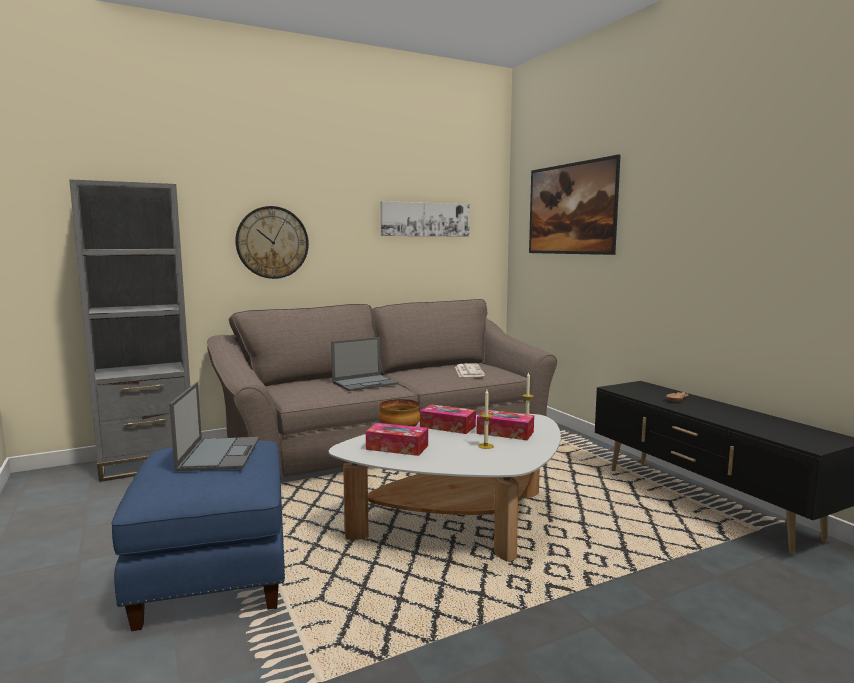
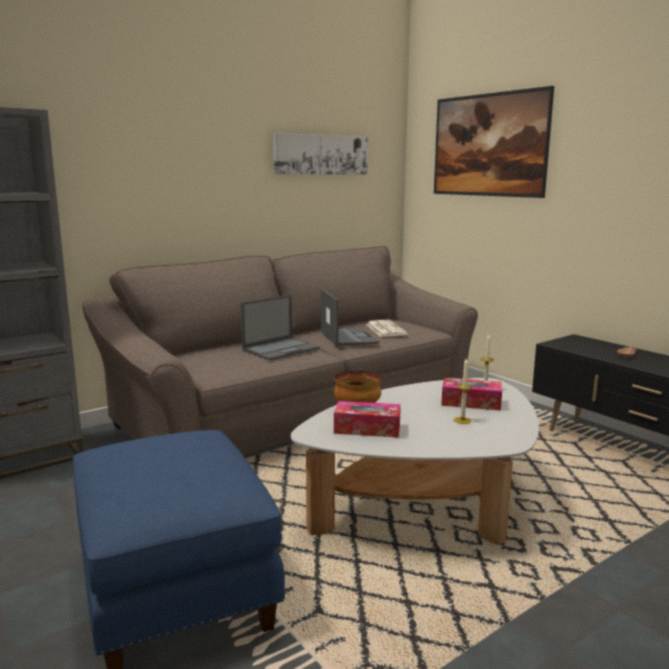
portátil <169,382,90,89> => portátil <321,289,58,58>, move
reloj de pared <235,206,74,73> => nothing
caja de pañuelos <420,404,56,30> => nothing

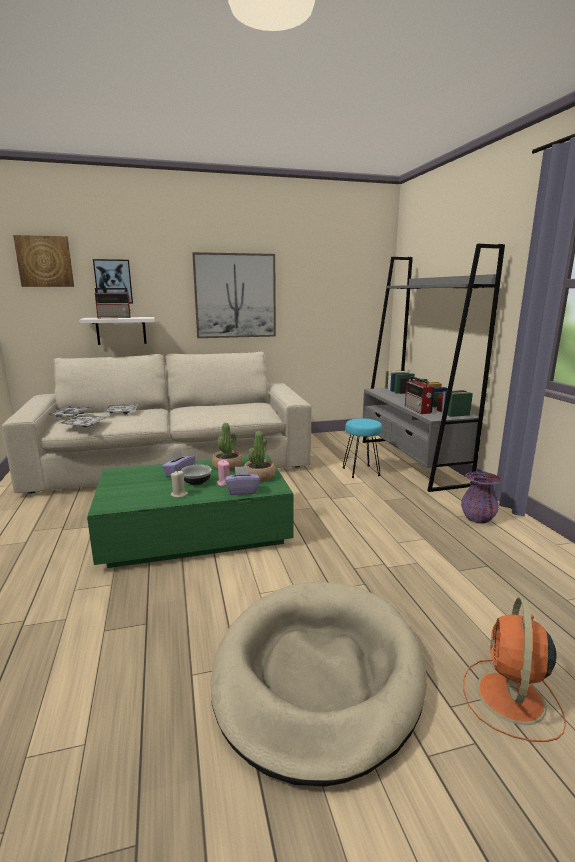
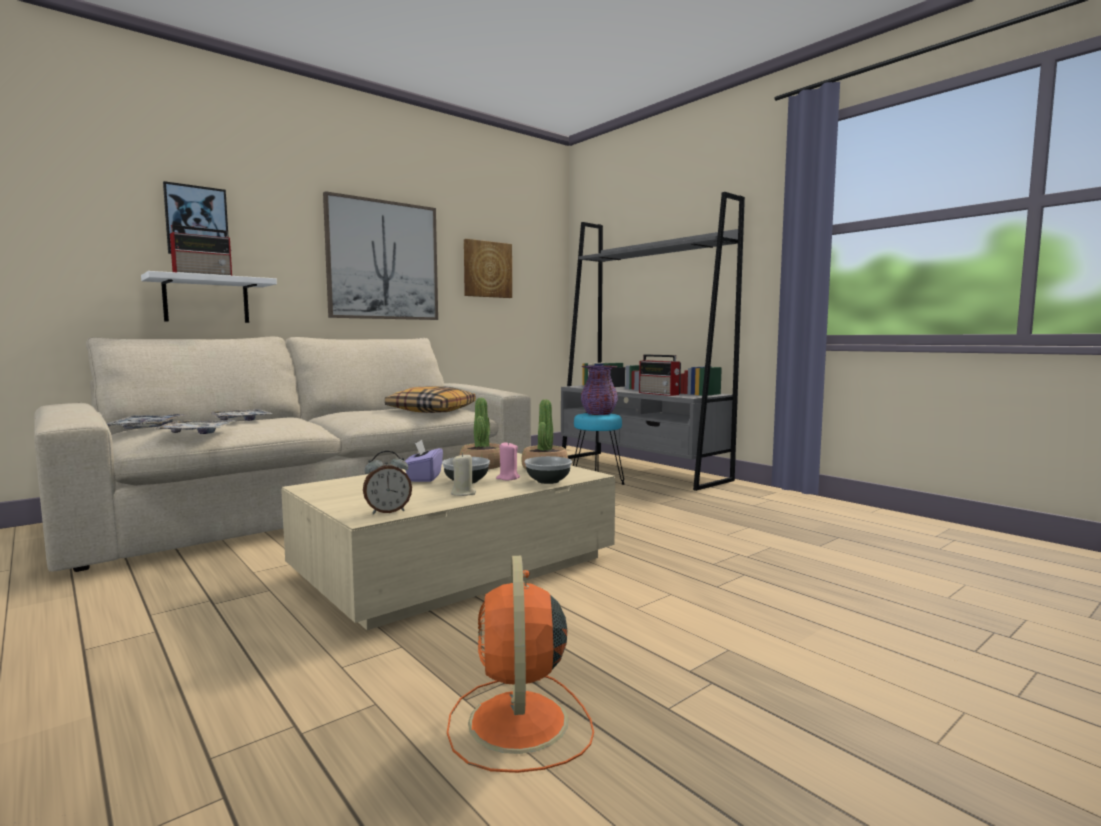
cuadro <13,235,61,52> => cuadro <464,239,48,59>, move
mesa de centro/verde <87,455,207,113> => mesa de centro/beis <281,453,334,177>
cama para perro/beis <211,582,216,205> => nothing
caja de pañuelos/morado <226,466,34,29> => cuenco <524,456,48,28>
florero/morado <461,471,41,52> => florero/morado <581,365,37,50>, move
ventilador/naranja <463,598,103,144> => ventilador/naranja <447,556,147,217>, move
nothing => despertador <363,451,49,63>
nothing => cojín <385,386,90,27>

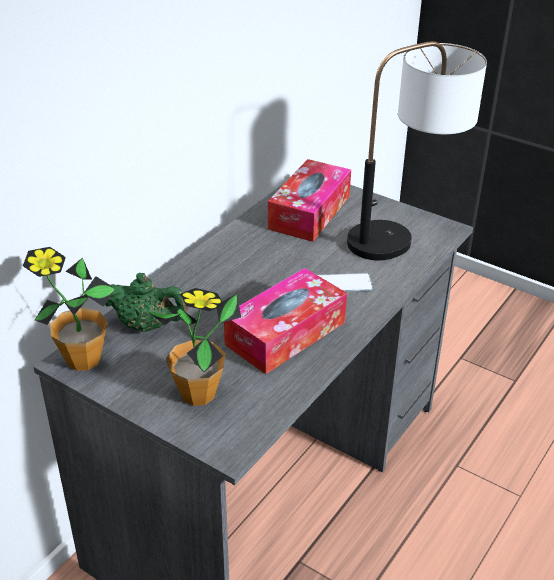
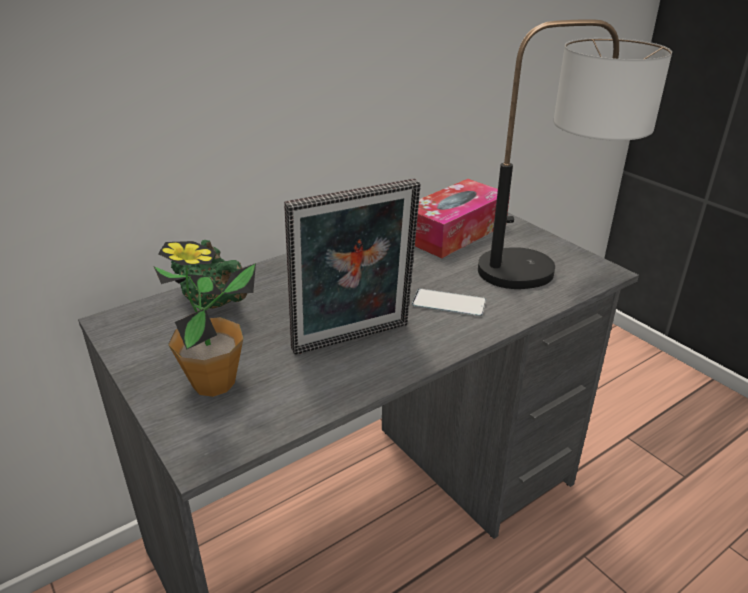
planta en maceta <23,247,93,124> => nothing
caja de pañuelos <224,268,123,106> => portarretratos <284,178,137,177>

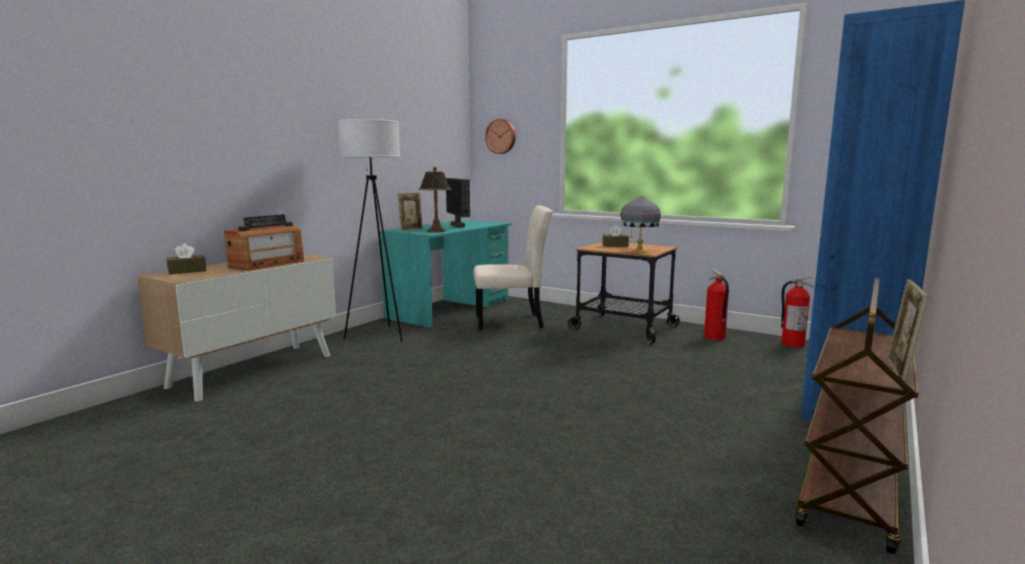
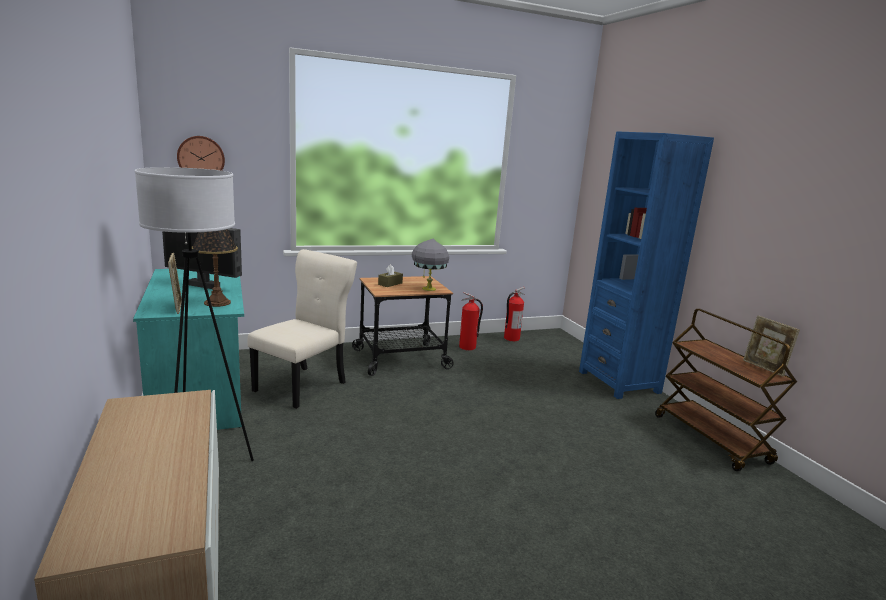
caja de pañuelos/marrón <167,244,39,30> => nothing
radio <224,214,80,57> => nothing

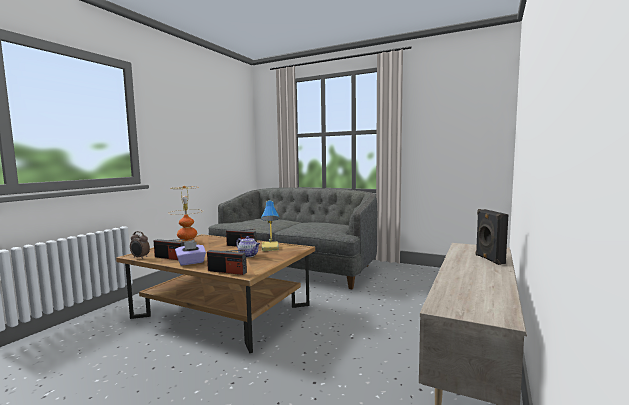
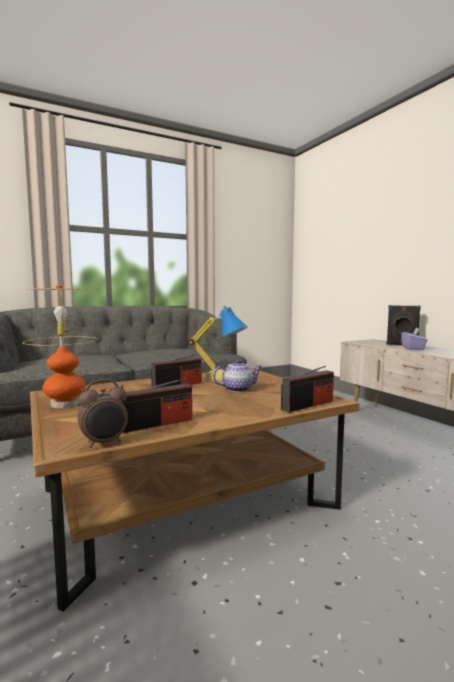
caja de pañuelos/morado <175,242,31,24> => caja de pañuelos/morado <401,328,27,22>, move

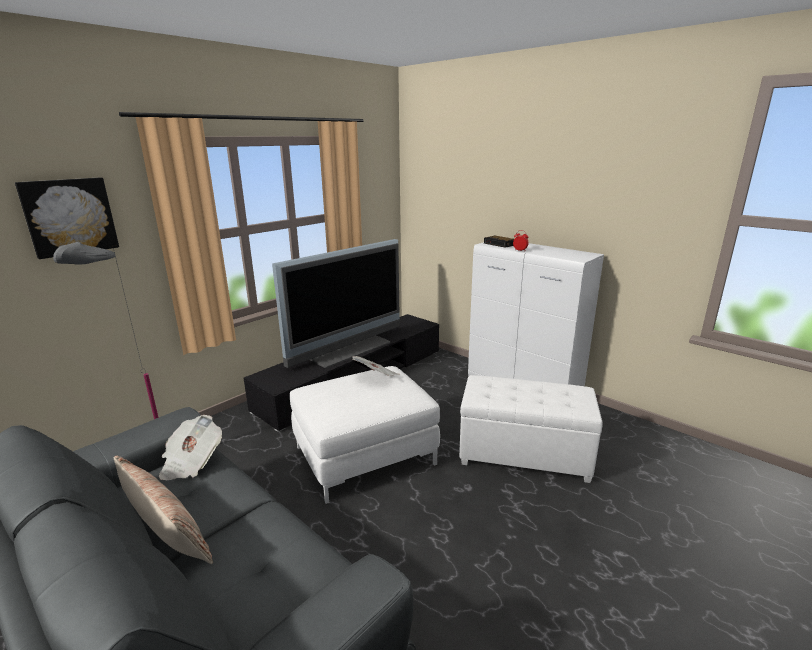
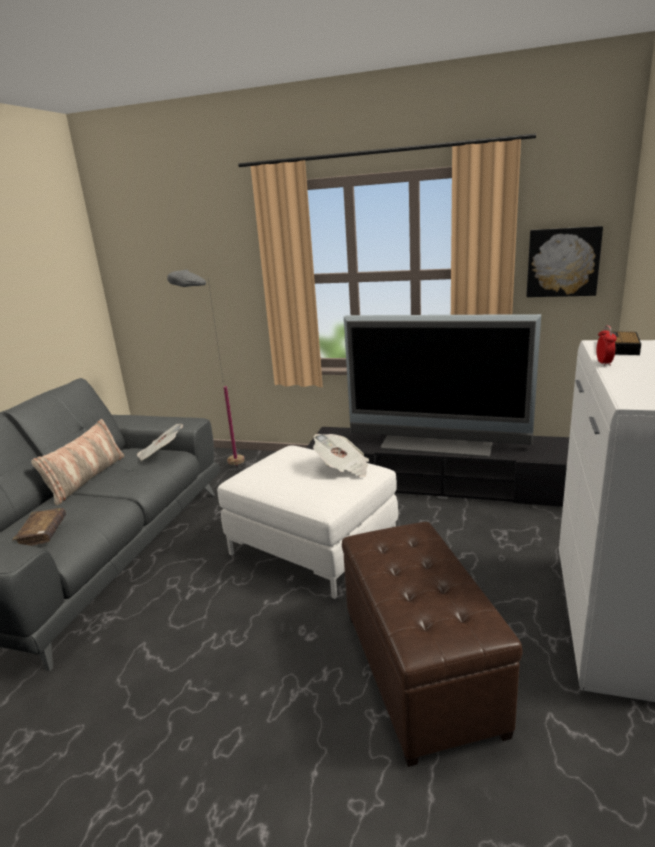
cuadro <15,177,104,82> => cuadro <526,226,77,71>, move
puf/blanco <459,375,144,108> => puf/marrón <342,522,180,245>
nothing => libro/marrón <12,508,54,38>

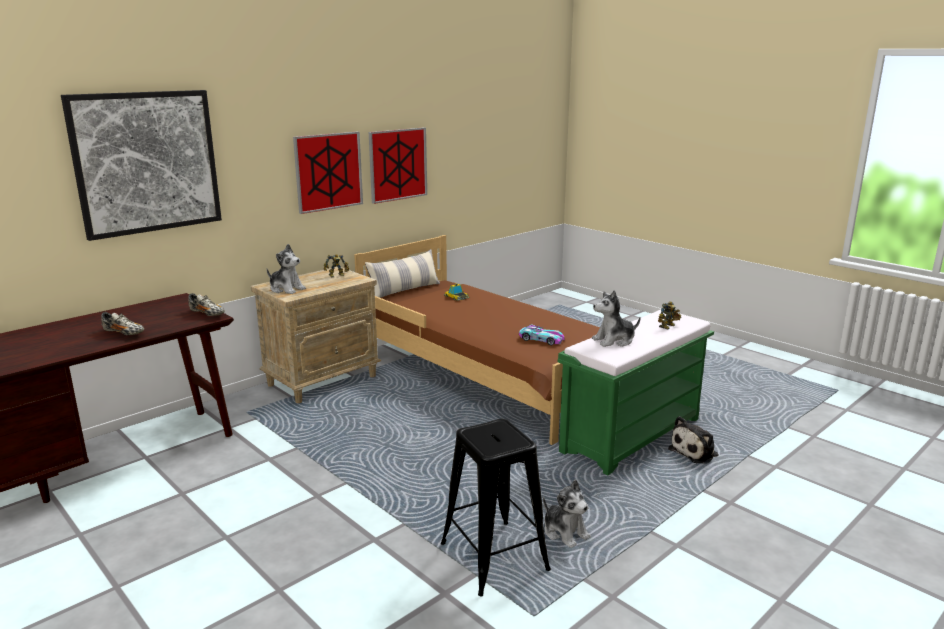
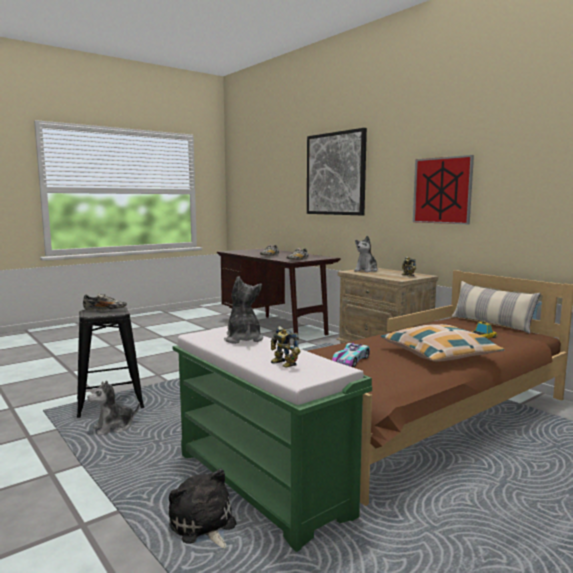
cuadro <369,127,58,77> => nothing
nothing => zapato <83,293,44,17>
nothing => cojín <380,324,125,38>

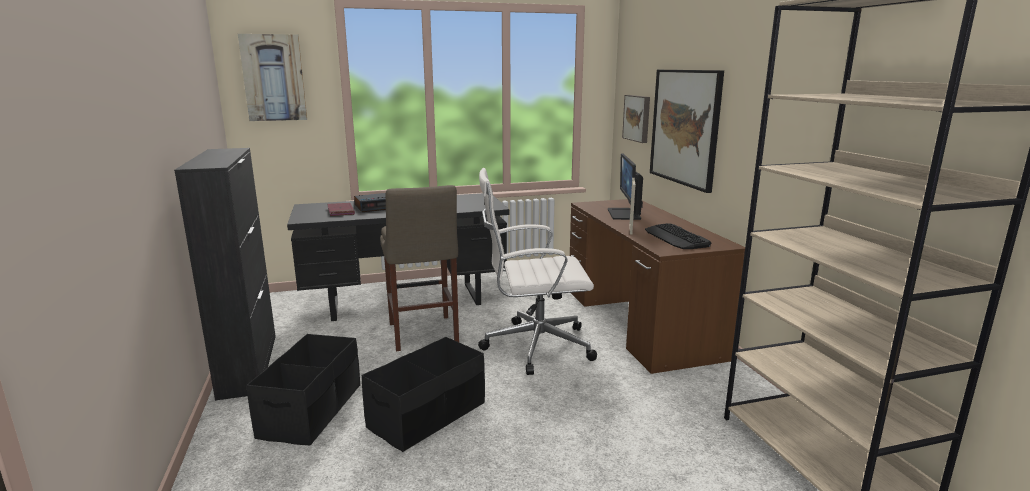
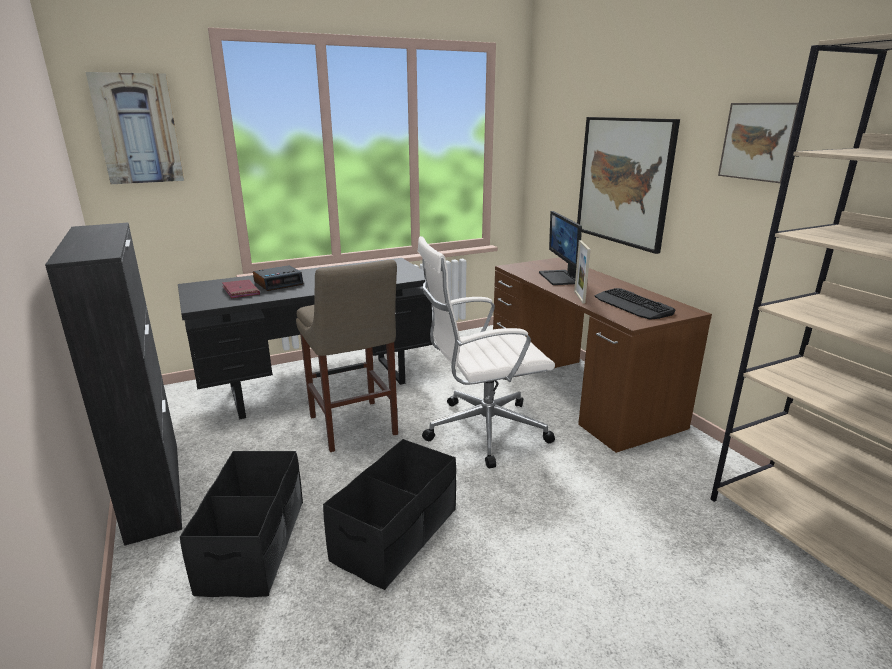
cuadro <622,95,28,48> => cuadro <718,103,81,80>, move

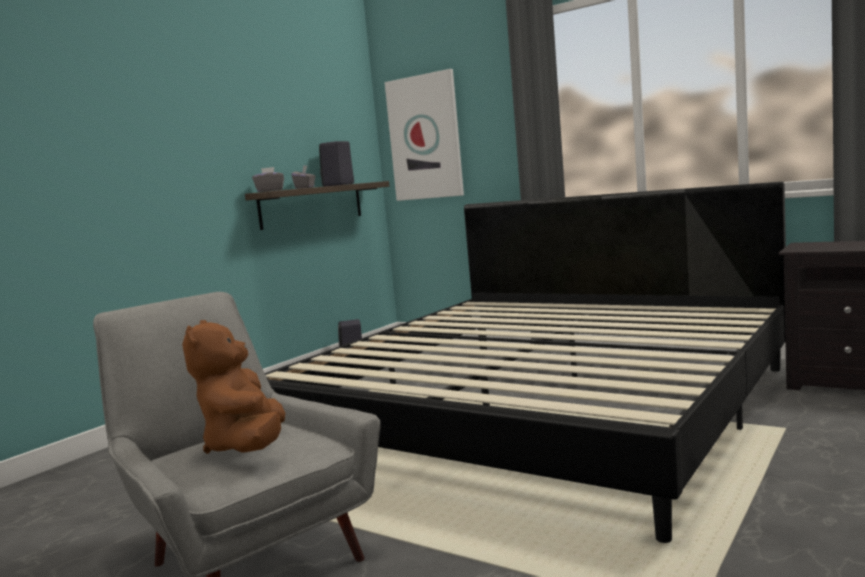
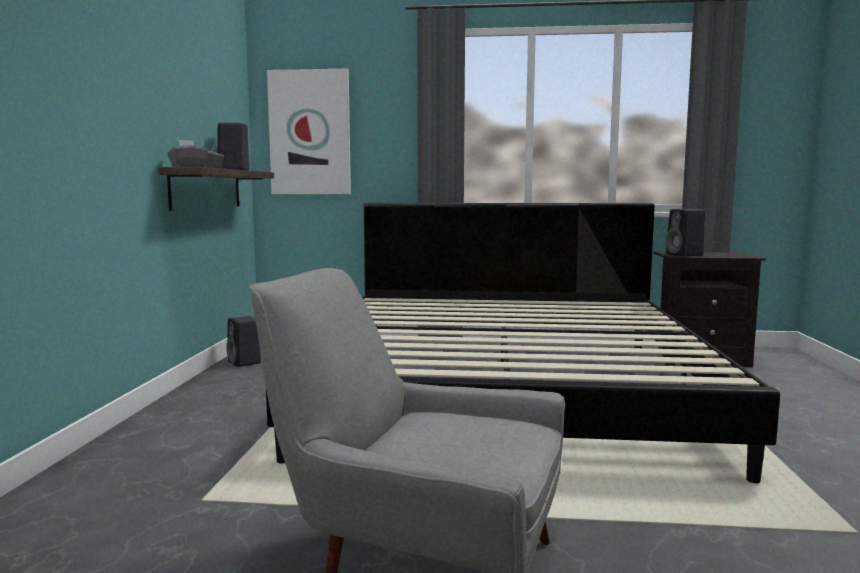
peluche/marrón <182,320,103,134> => nothing
nothing => altavoz/negro <666,209,39,47>

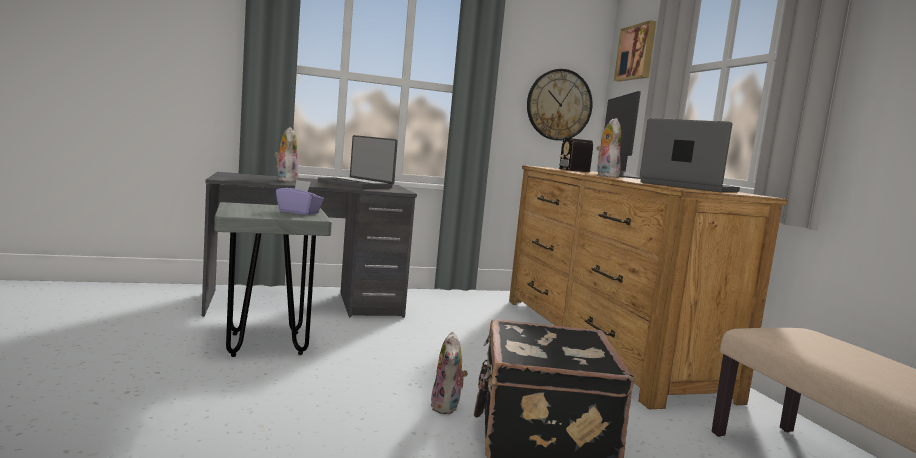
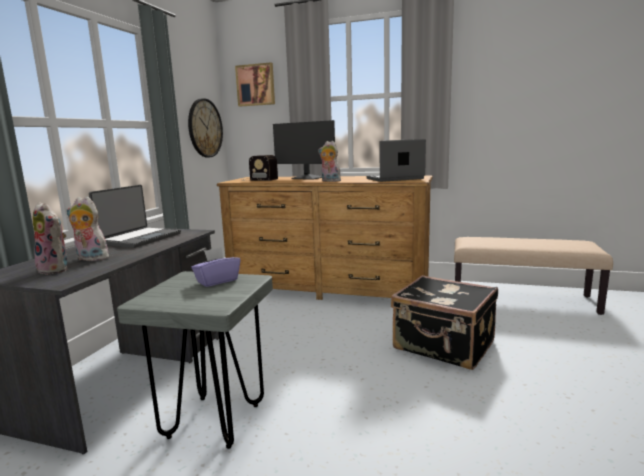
portátil <318,135,80,54> => portátil <89,185,92,63>, 45 degrees counterclockwise
peluche <430,332,38,83> => peluche <33,202,35,73>, move

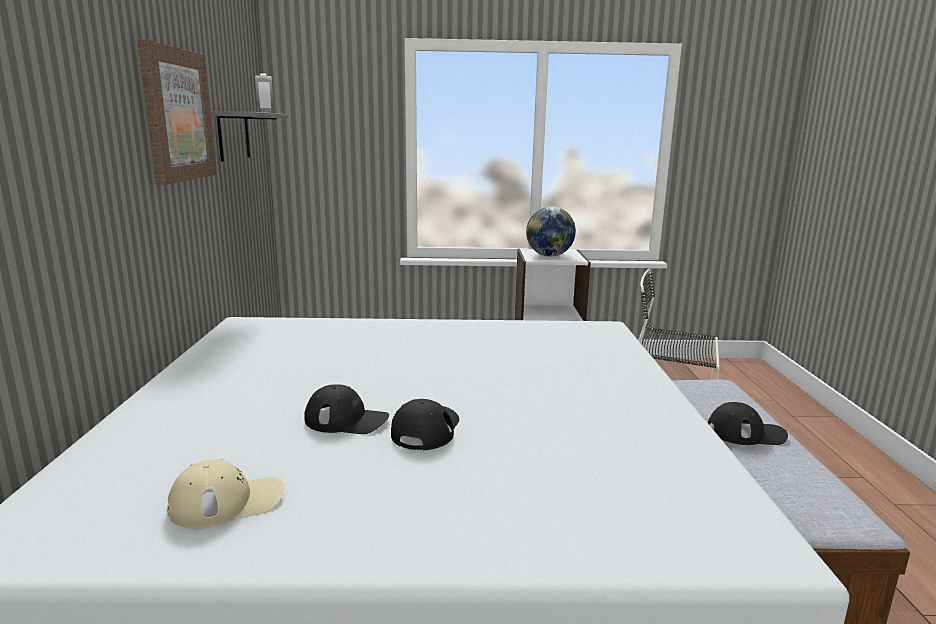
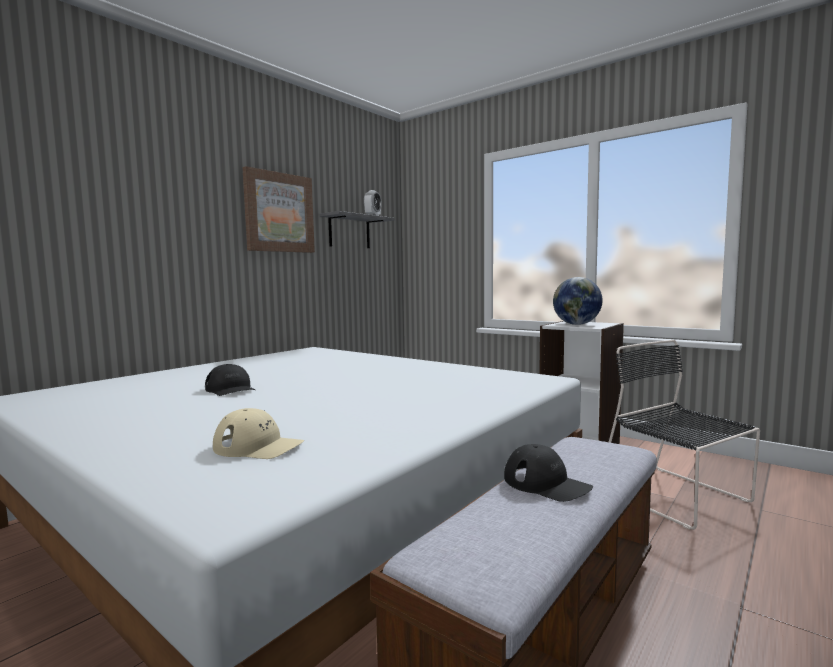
gorra/beis <167,459,117,70> => gorra/beis <213,408,91,51>, move
gorra/negro <391,399,68,51> => nothing

